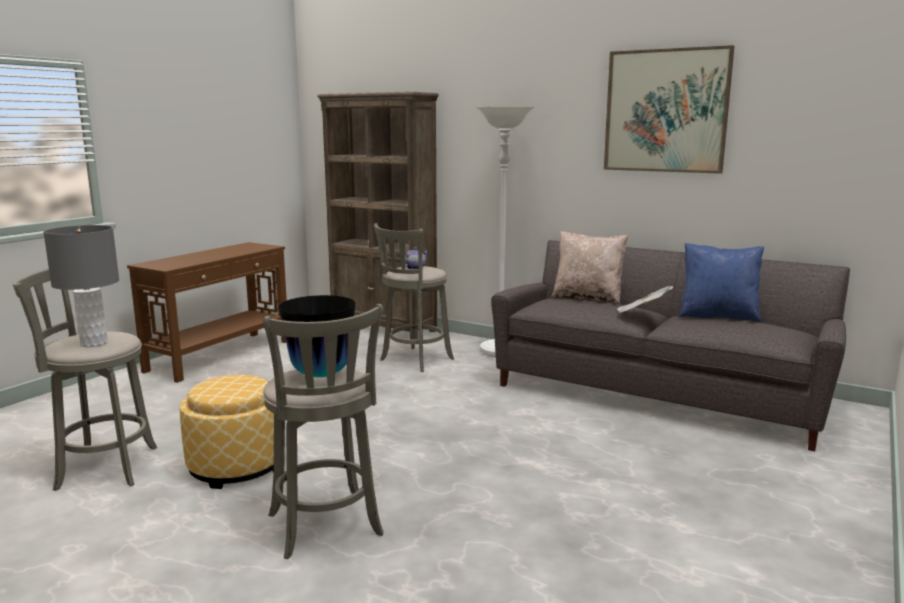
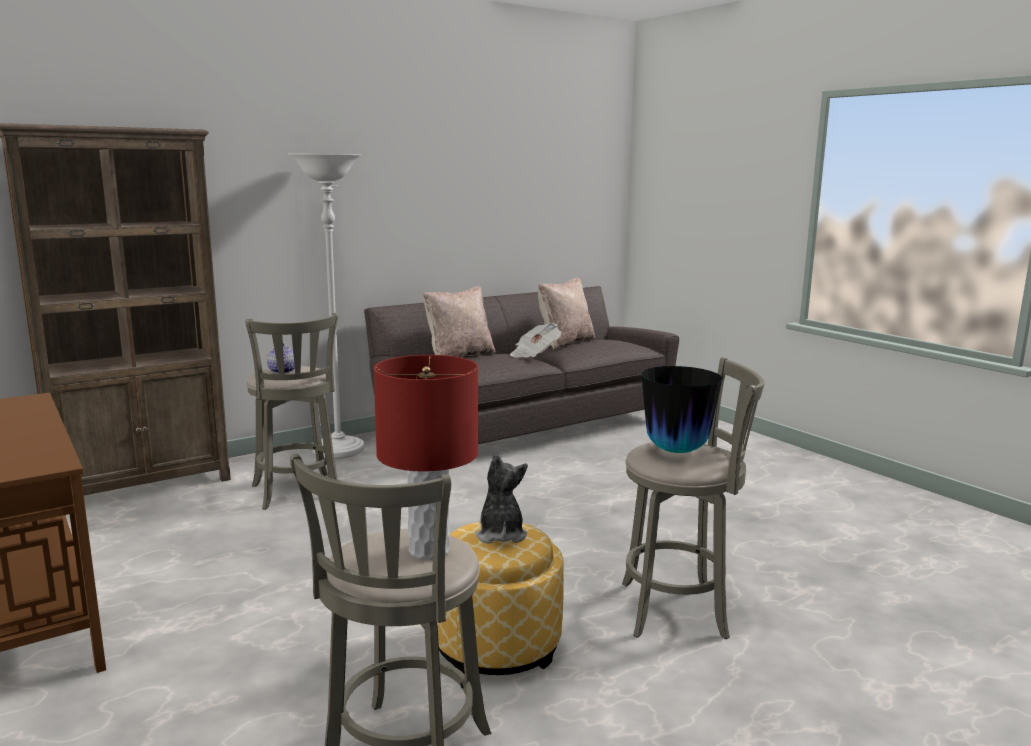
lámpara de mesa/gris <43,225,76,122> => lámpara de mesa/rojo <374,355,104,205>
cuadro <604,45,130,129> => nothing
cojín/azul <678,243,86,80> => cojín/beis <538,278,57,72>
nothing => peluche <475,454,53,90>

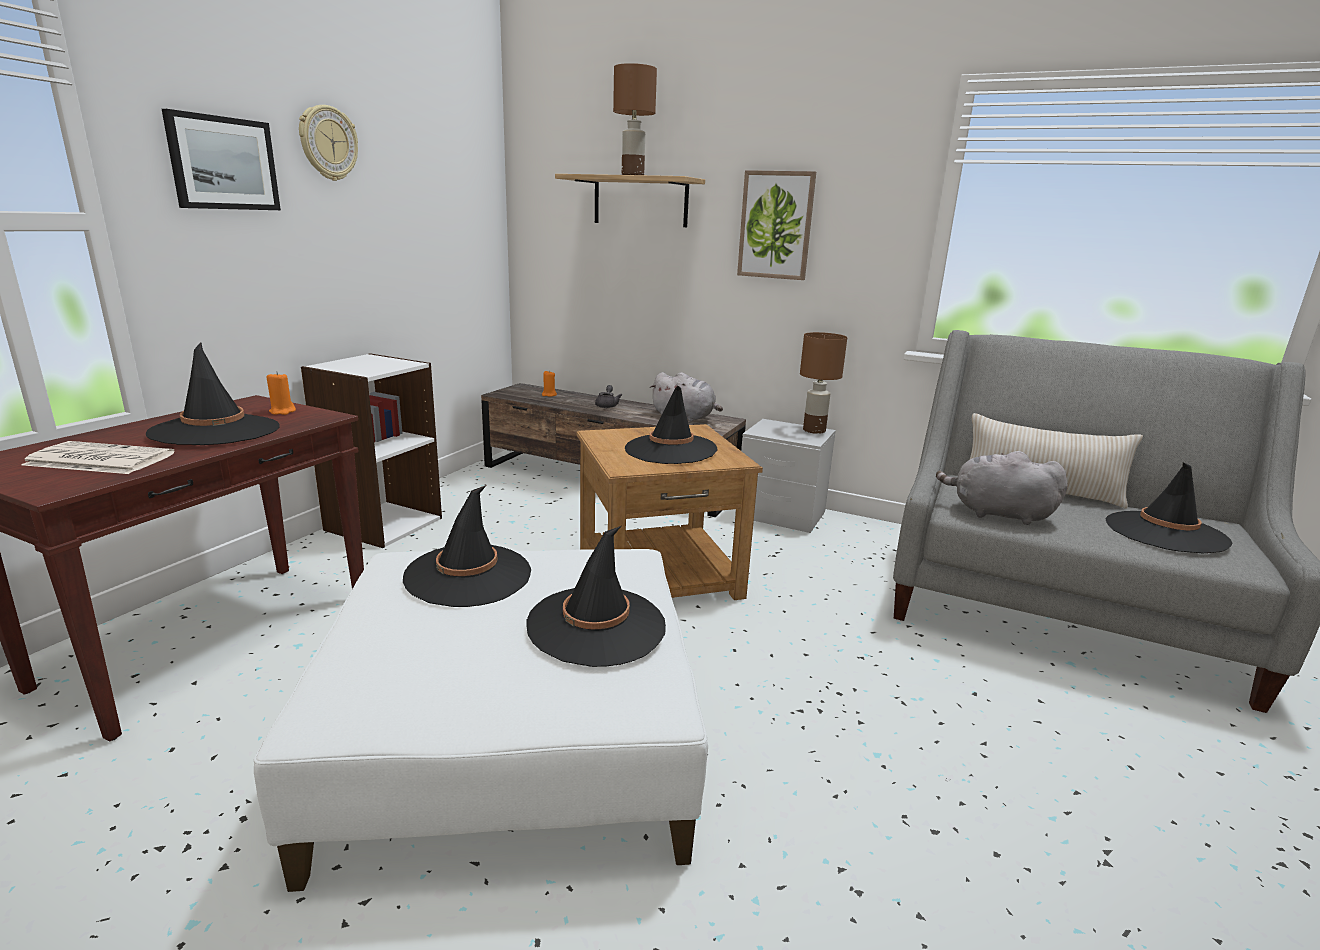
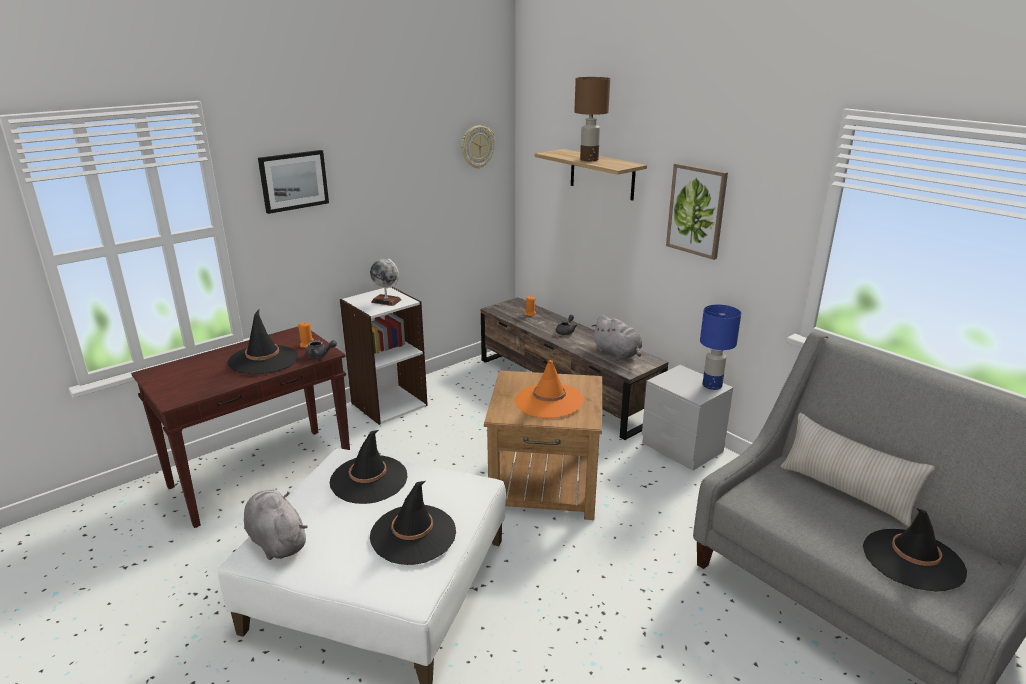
periódico <21,441,154,33> => nothing
reloj de pared <299,105,59,76> => reloj de pared <461,126,34,43>, move
sombrero/negro <625,386,93,78> => sombrero/naranja <515,360,69,58>
lámpara de mesa/marrón <800,332,47,102> => lámpara de mesa/azul <700,305,41,85>
peluche/gris <936,451,132,74> => peluche/gris <244,490,64,70>, move
nothing => tetera/gris <305,340,32,18>
nothing => globo terráqueo <370,259,31,47>

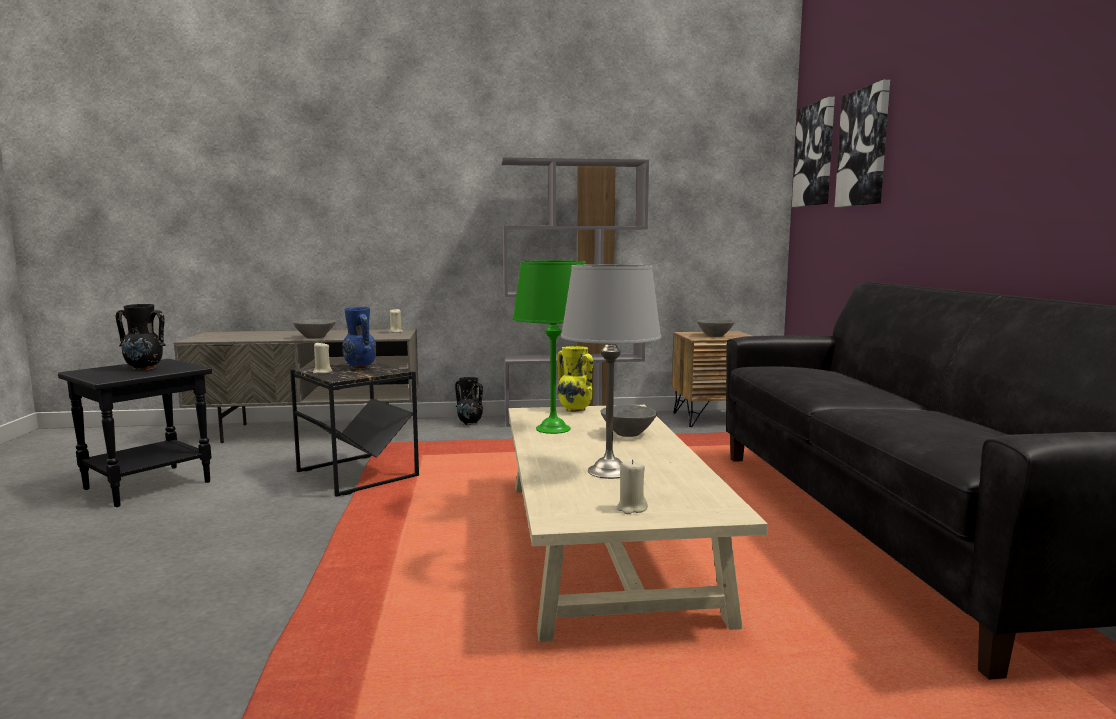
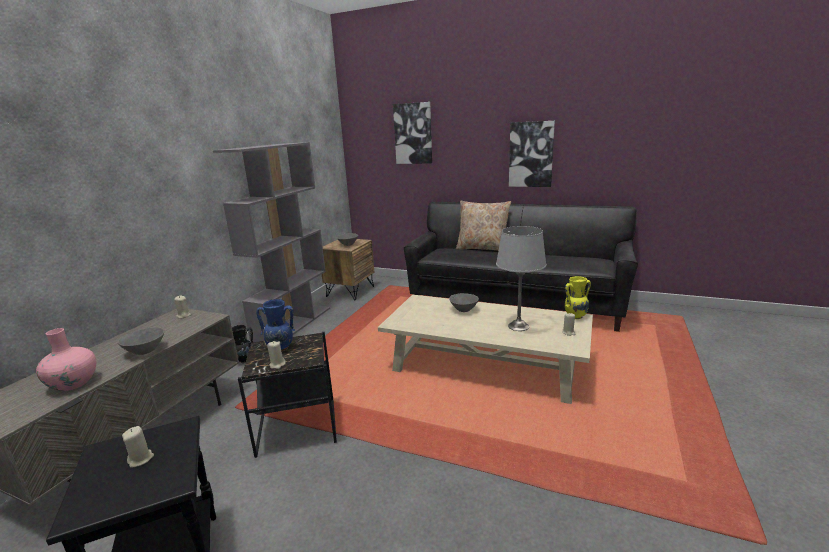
florero/negro <116,304,50,66> => vela/beis <122,426,32,41>
lámpara de mesa/verde <513,260,73,174> => nothing
florero/amarillo <557,346,36,66> => florero/amarillo <565,276,26,43>, move
cuadro <792,97,43,110> => cuadro <509,121,46,66>, move
nothing => florero/rosa <36,328,60,63>
nothing => cojín/beis <456,201,55,50>

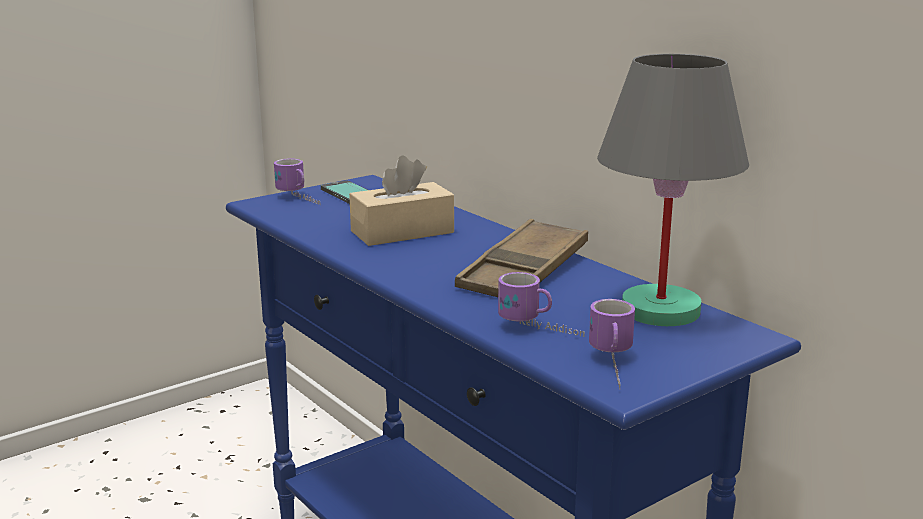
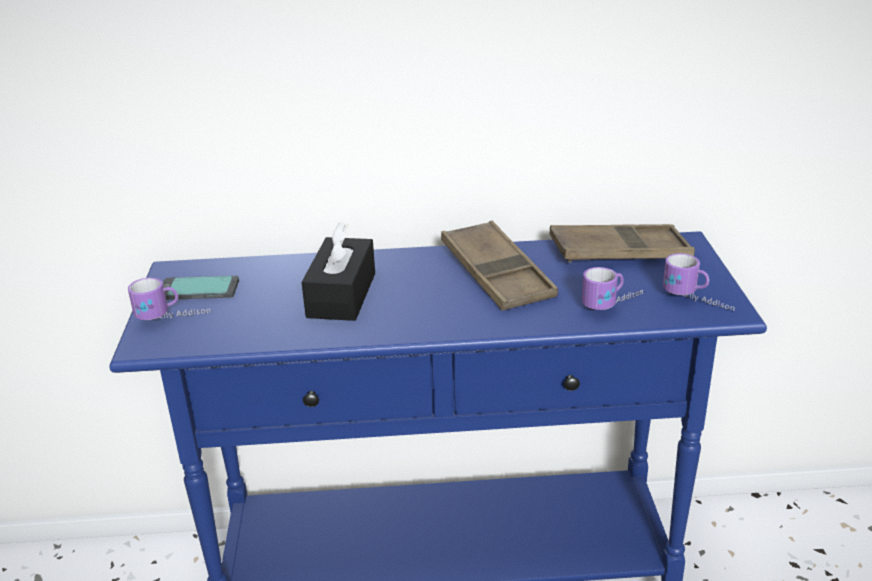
caja de pañuelos/beis <349,155,105,91> => caja de pañuelos/negro <302,222,73,99>
lámpara de mesa/gris <597,54,152,272> => bandeja/marrón <549,224,146,38>

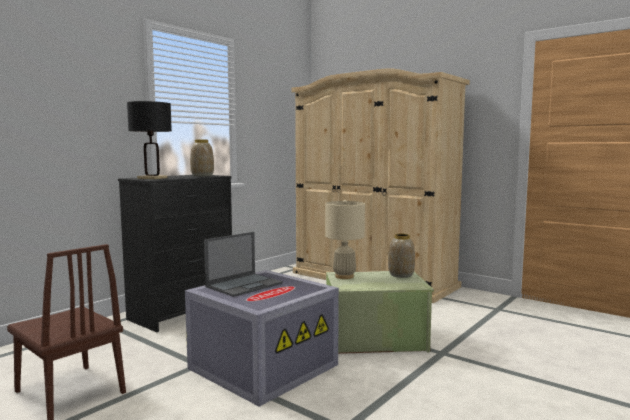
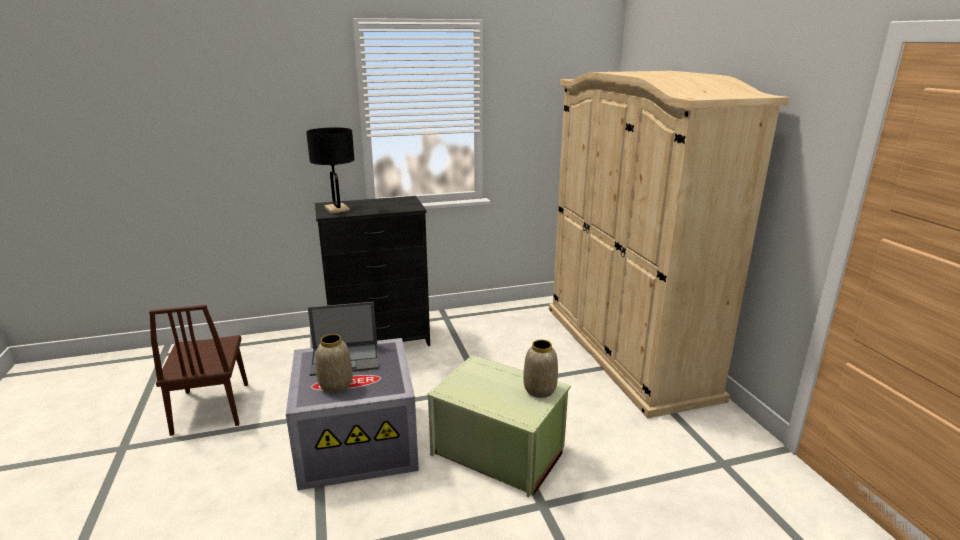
florero <190,140,24,37> => florero <316,334,37,60>, move
lámpara de mesa/beis <325,200,40,79> => nothing

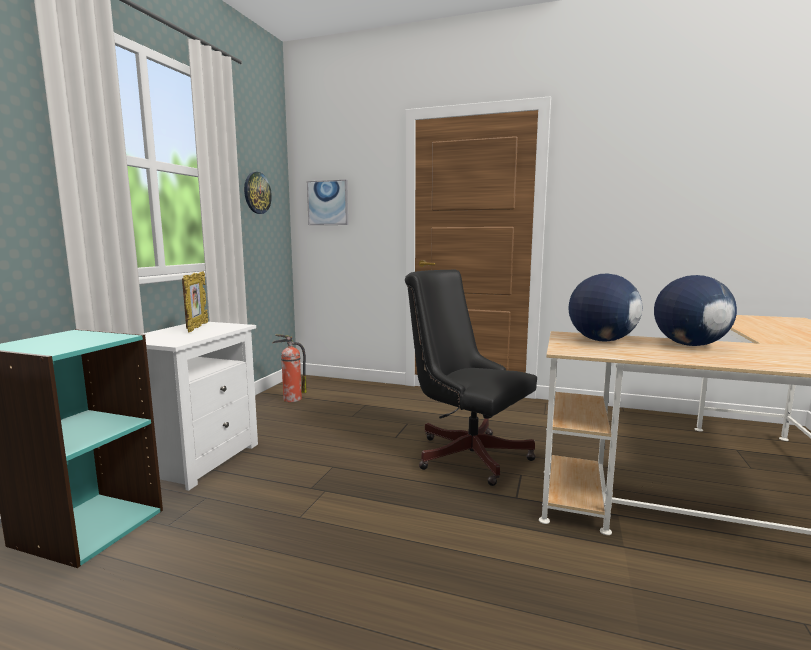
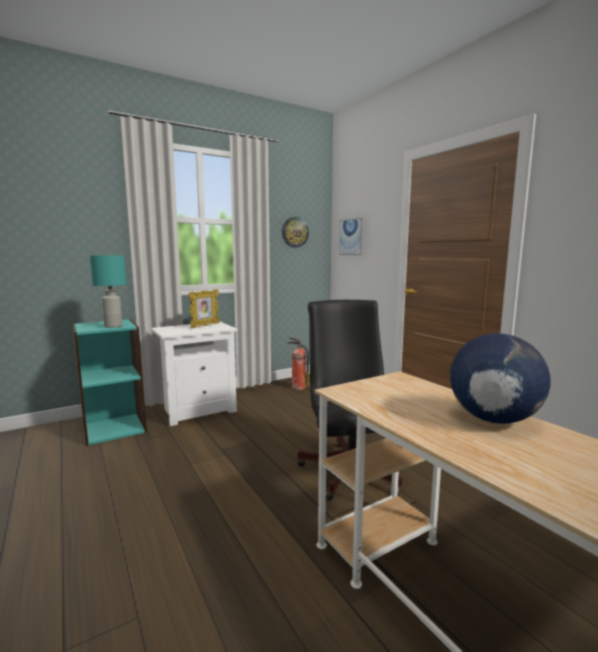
globo terráqueo <569,274,73,68> => nothing
nothing => lámpara de mesa/turquesa <90,255,36,73>

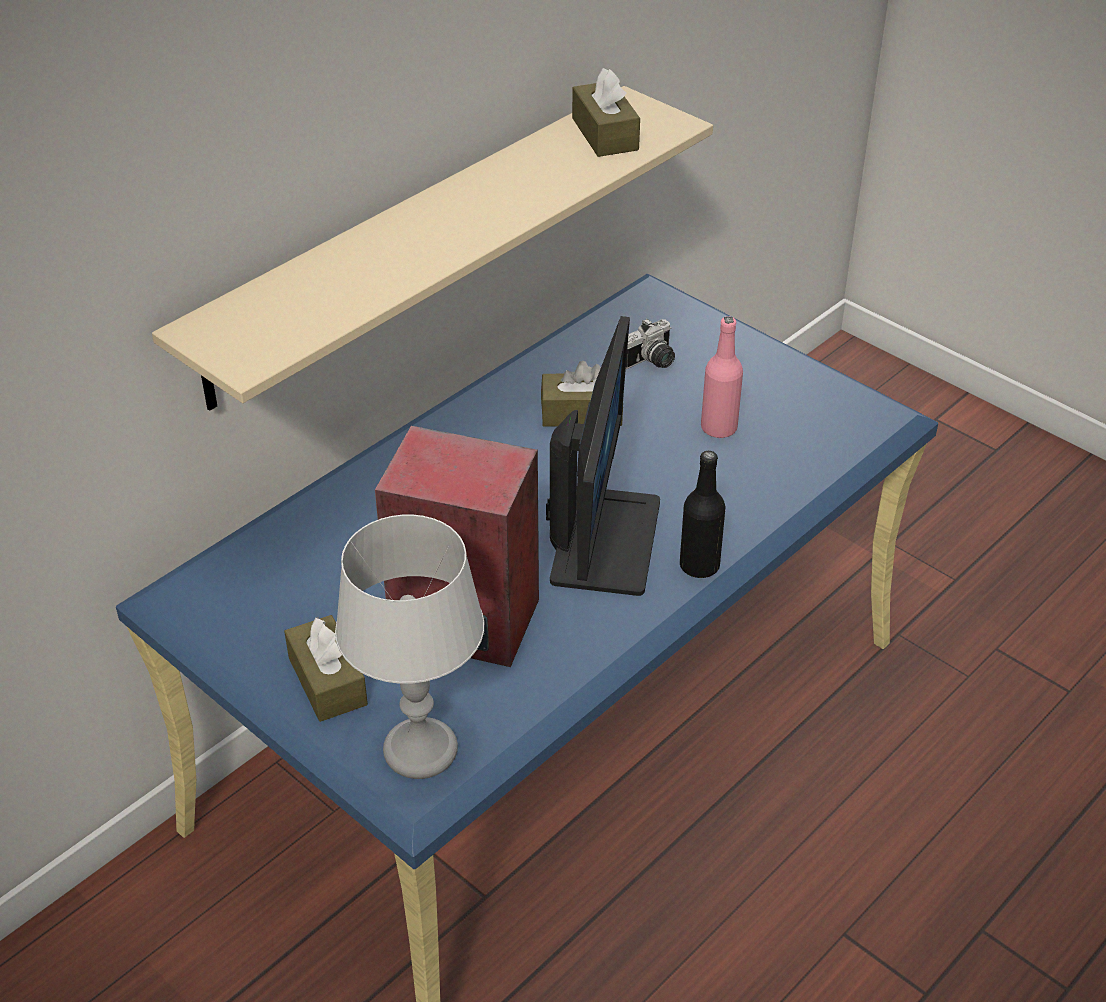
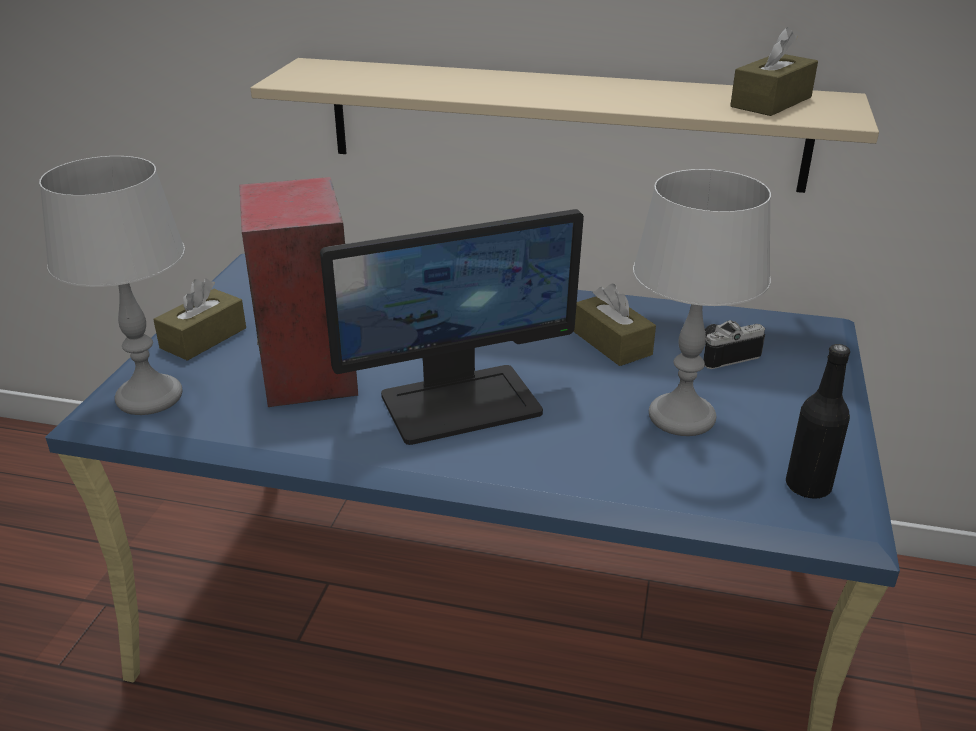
cámara <626,318,49,51> => cámara <703,320,62,49>, 135 degrees clockwise
botella/negro <680,451,45,127> => botella/negro <786,344,64,155>, move
botella/rosa <701,316,42,122> => lámpara de mesa/gris <633,169,138,267>

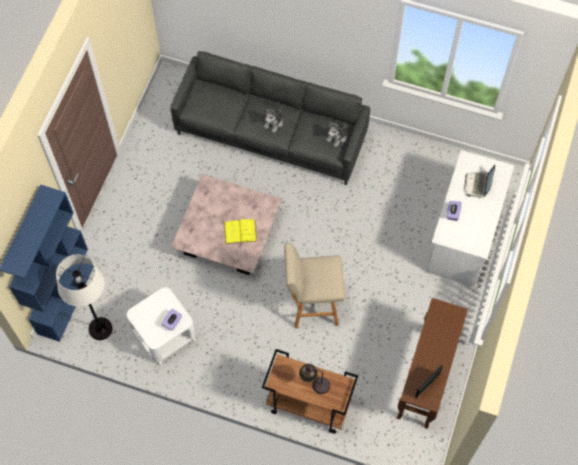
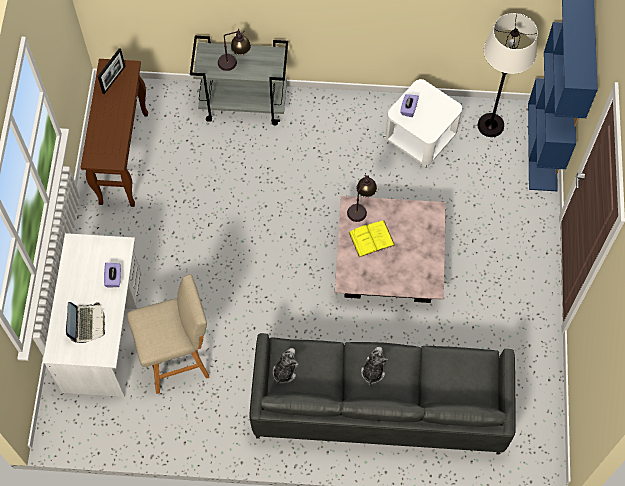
carrito/marrón <262,349,96,85> => carrito/gris <190,36,98,89>
taburete/beis <284,243,61,85> => taburete/beis <127,274,83,120>, move
nothing => lámpara de mesa <347,173,30,49>

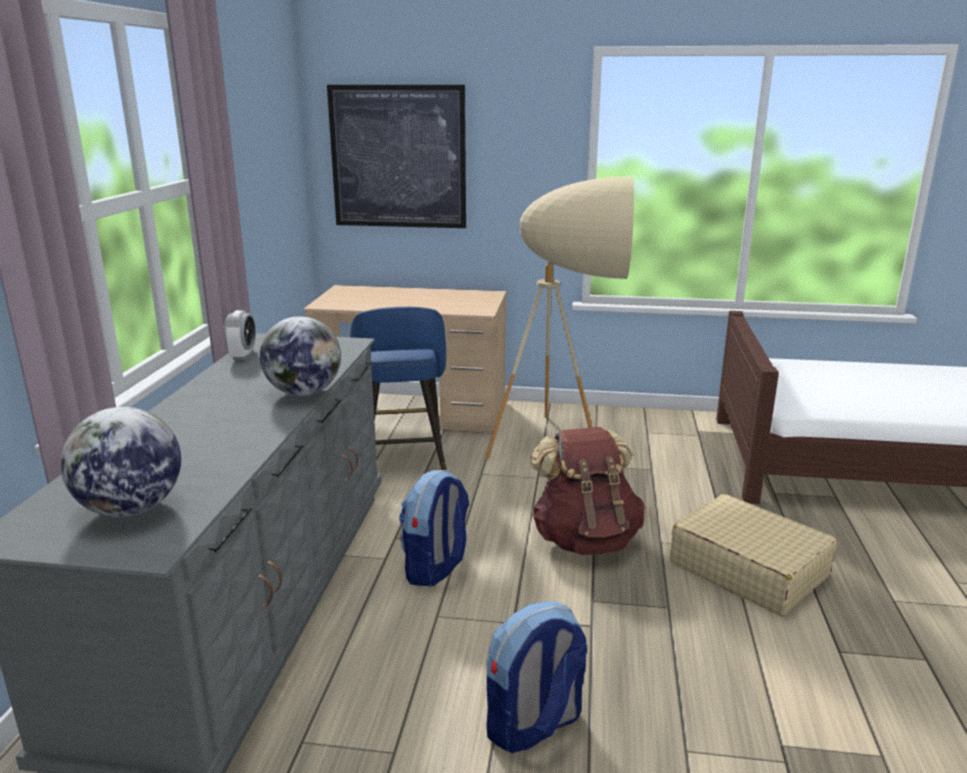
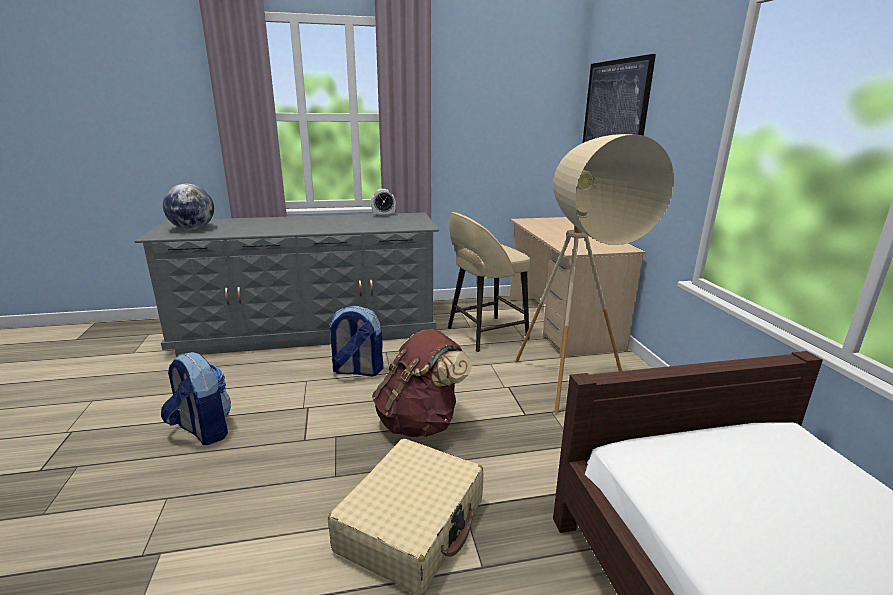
globo terráqueo <260,316,81,80> => nothing
taburete/azul <350,307,97,163> => taburete/beis <448,212,82,140>

